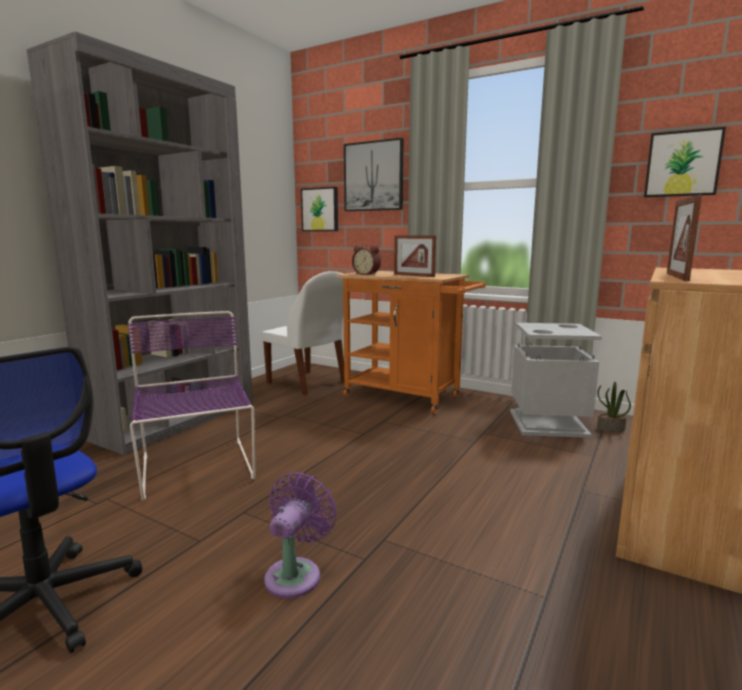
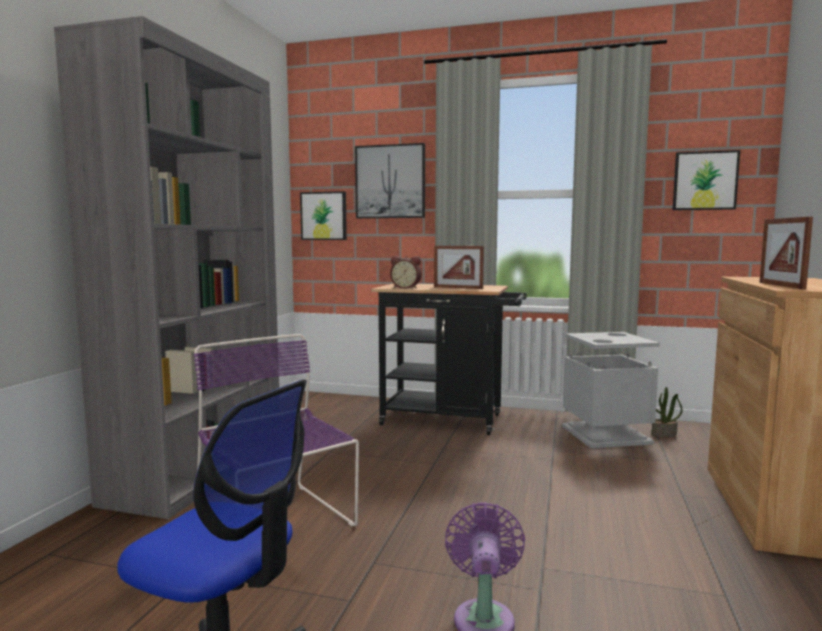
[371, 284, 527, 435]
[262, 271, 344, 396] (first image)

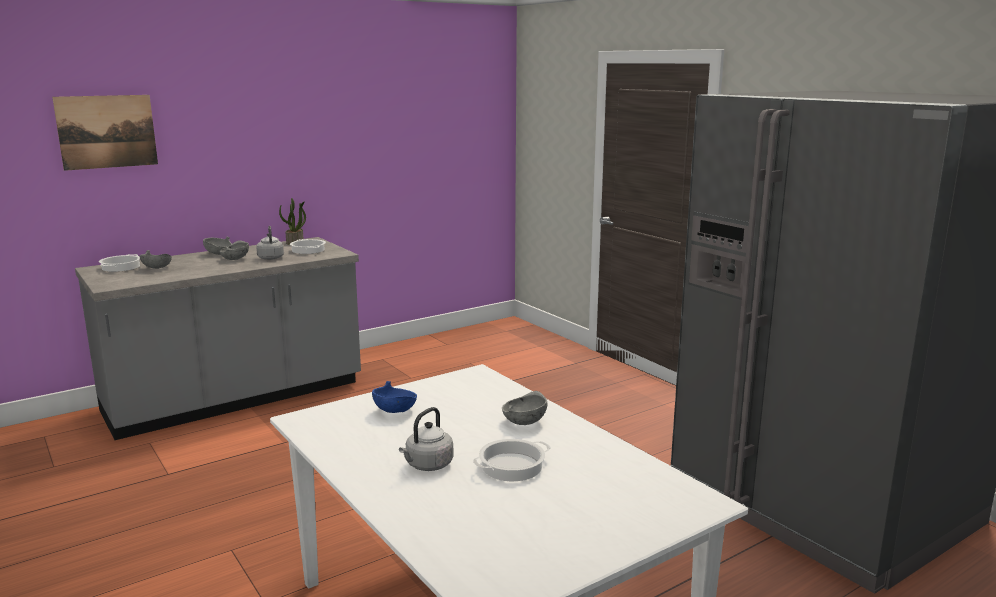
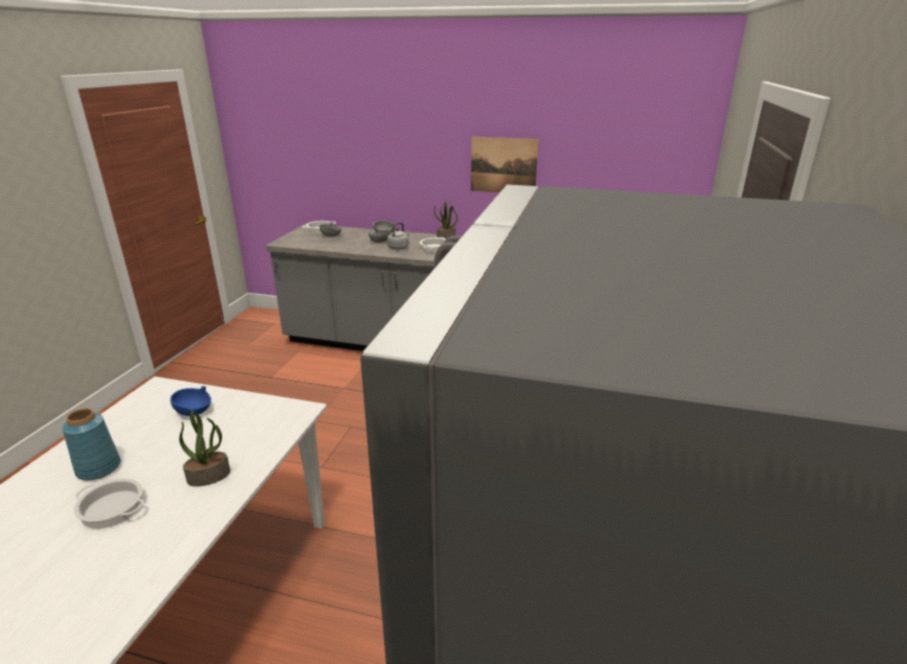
[62, 408, 121, 480]
[179, 410, 230, 486]
[471, 137, 539, 193]

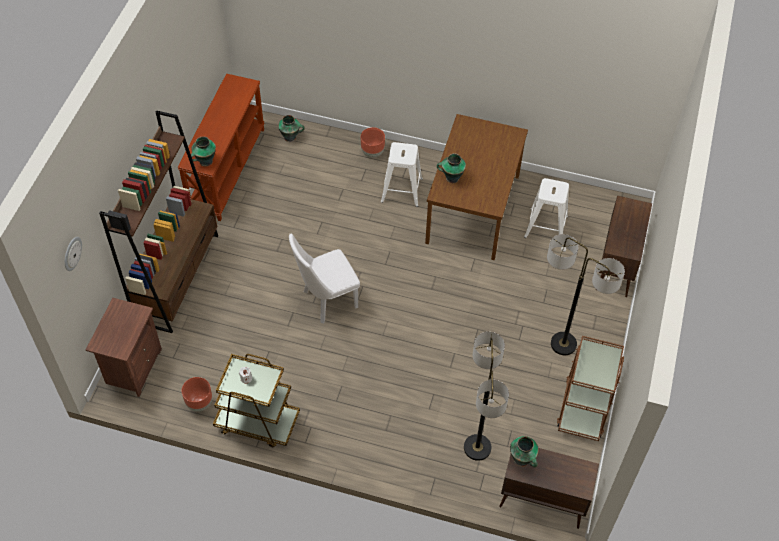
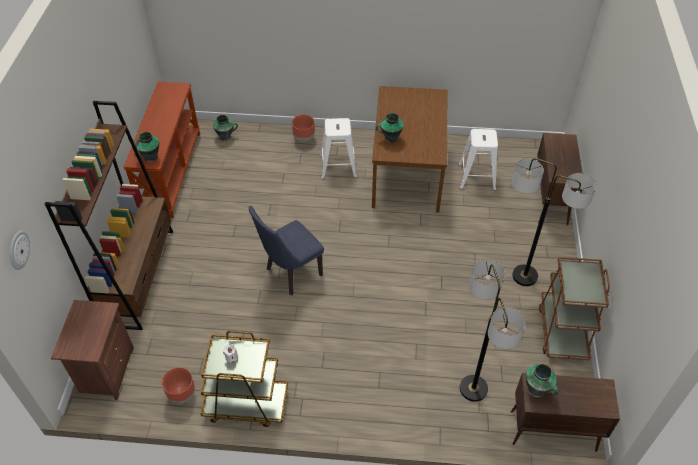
[249, 206, 324, 295]

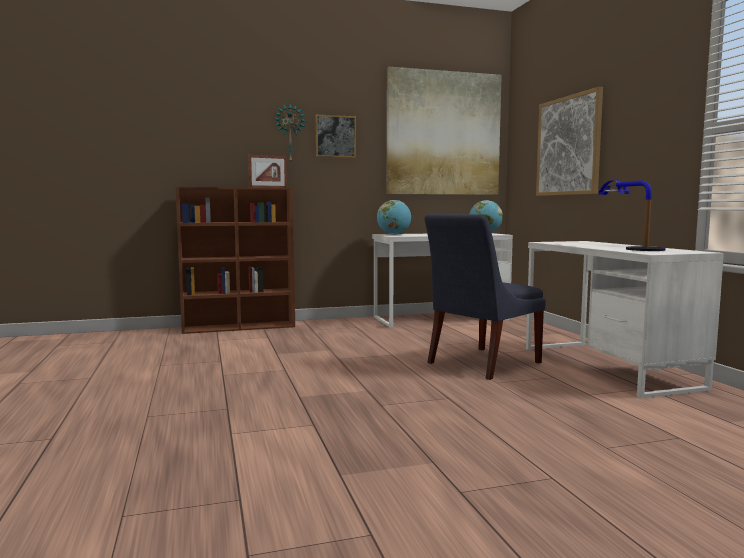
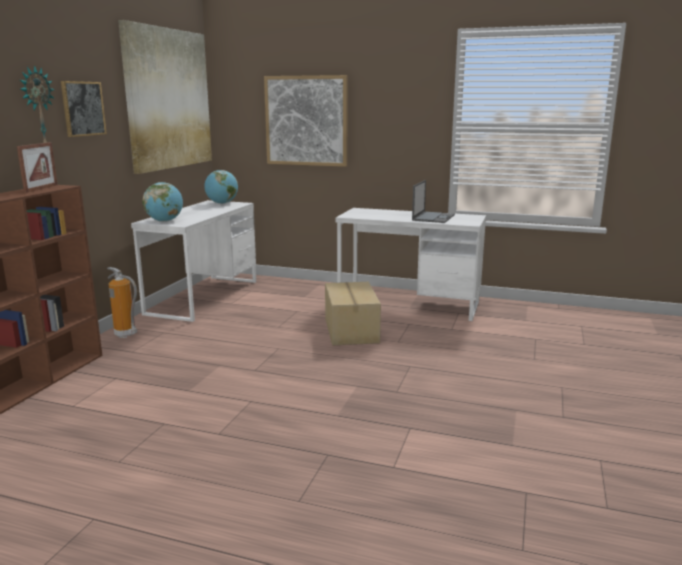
[107, 267, 137, 338]
[325, 282, 381, 345]
[412, 180, 455, 223]

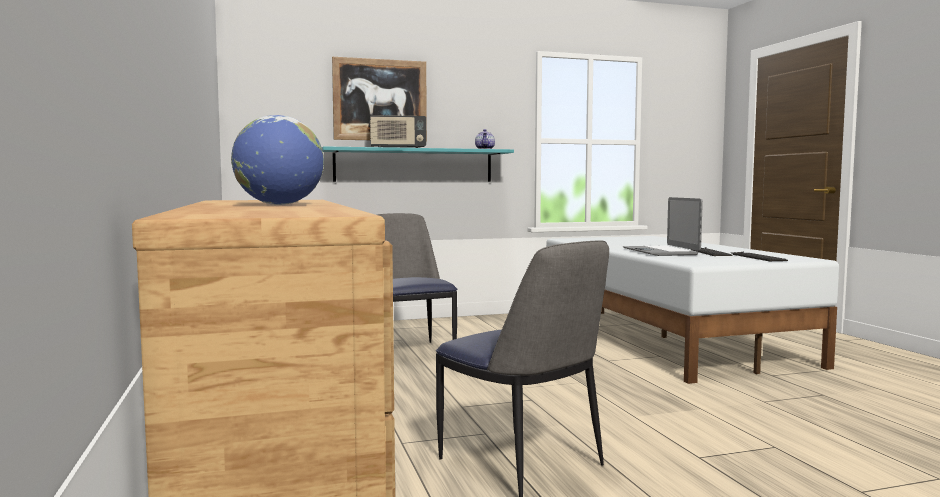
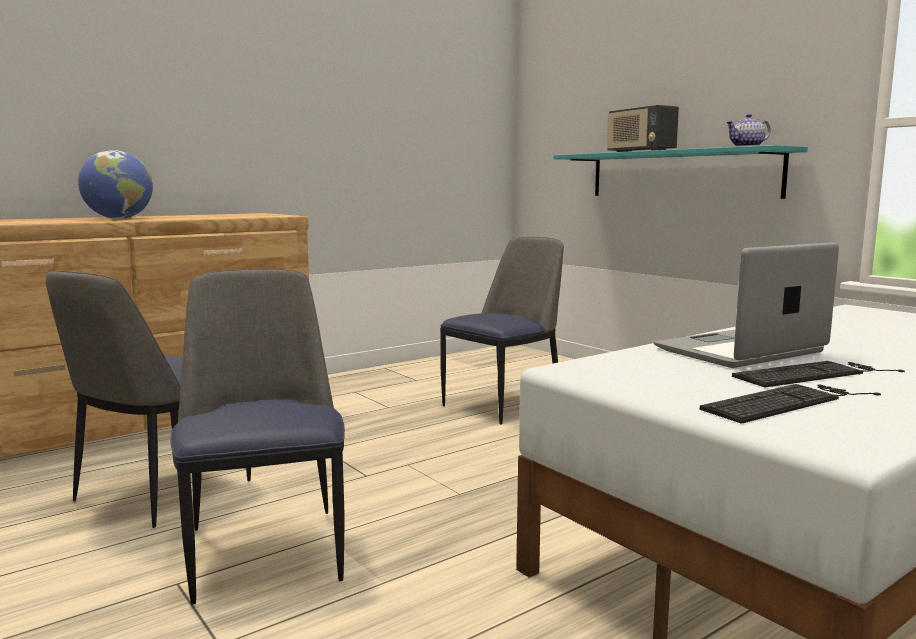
[170, 269, 345, 604]
[332, 57, 427, 141] (first image)

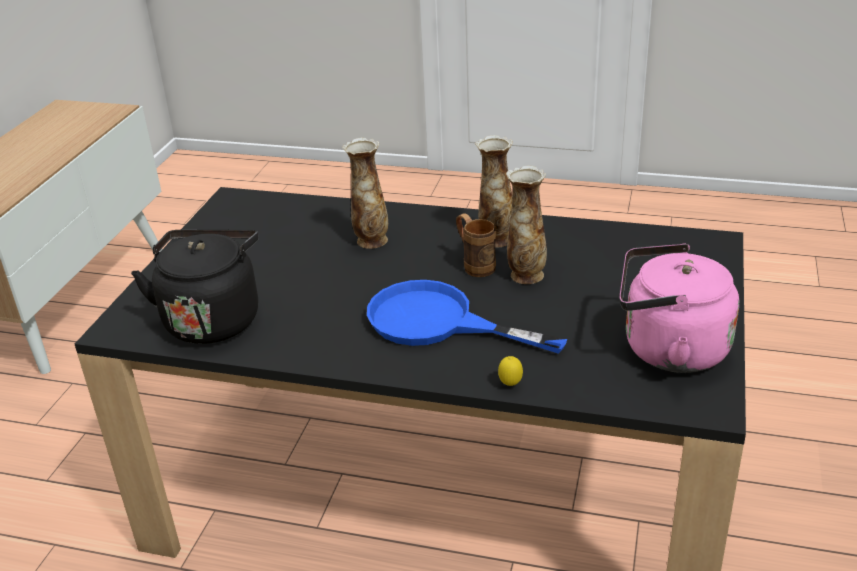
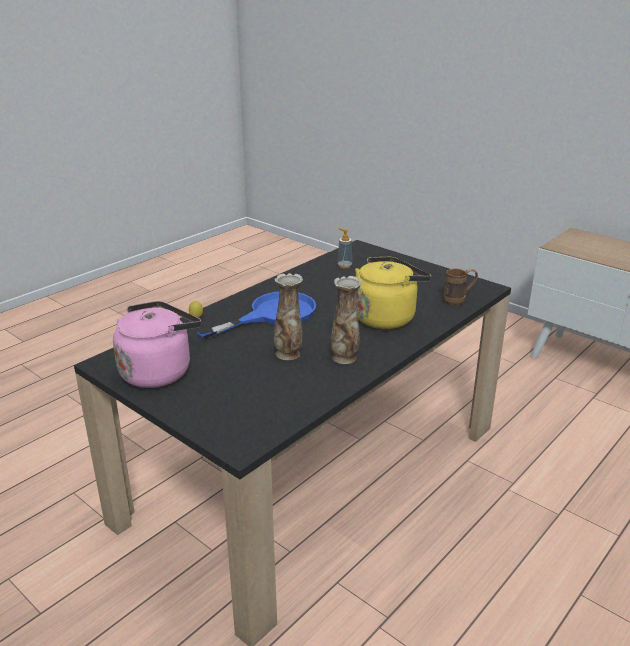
[337, 228, 352, 268]
[355, 257, 431, 329]
[443, 268, 478, 306]

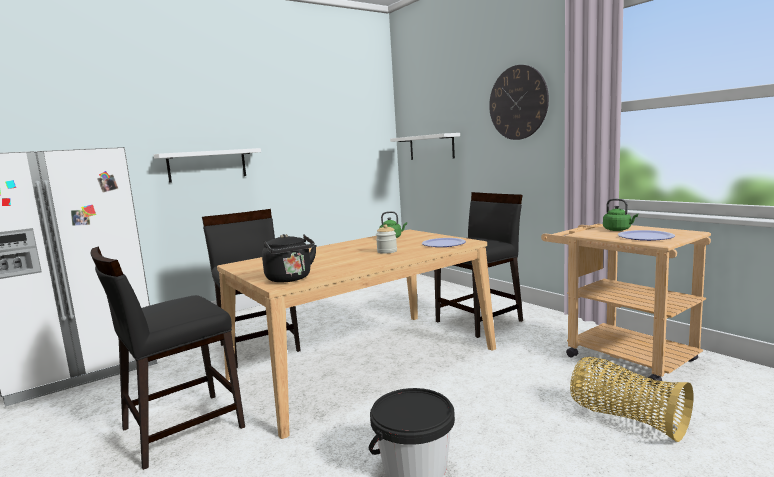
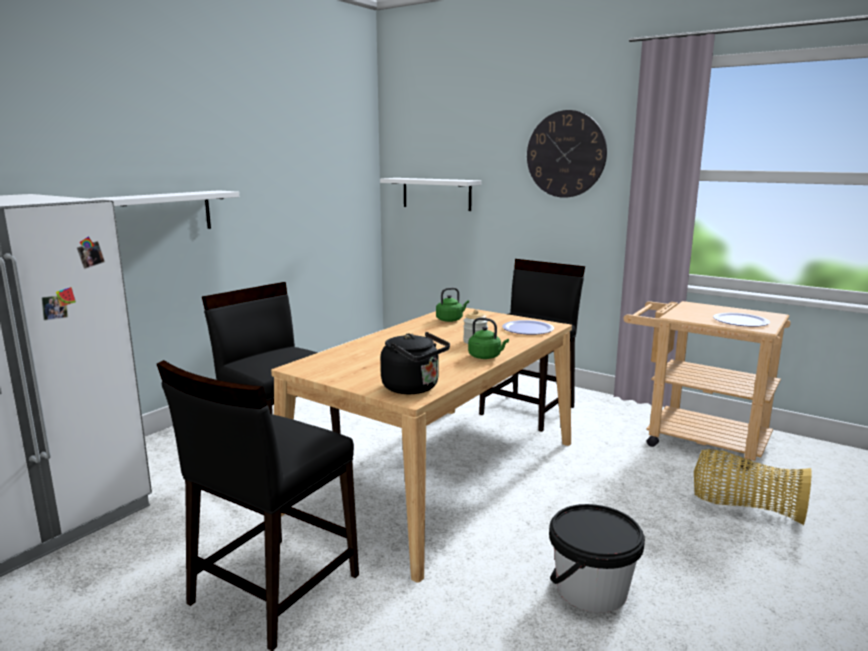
[468, 318, 509, 359]

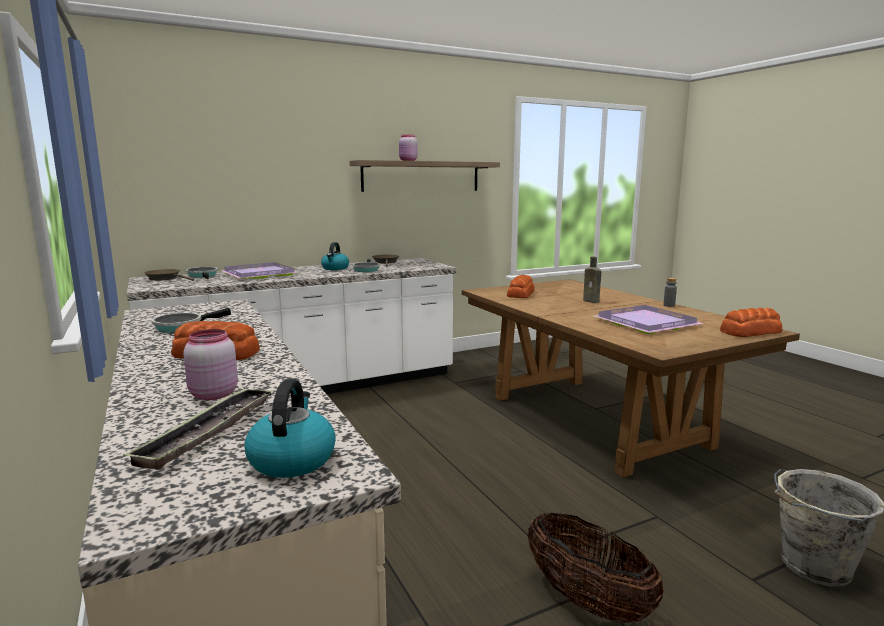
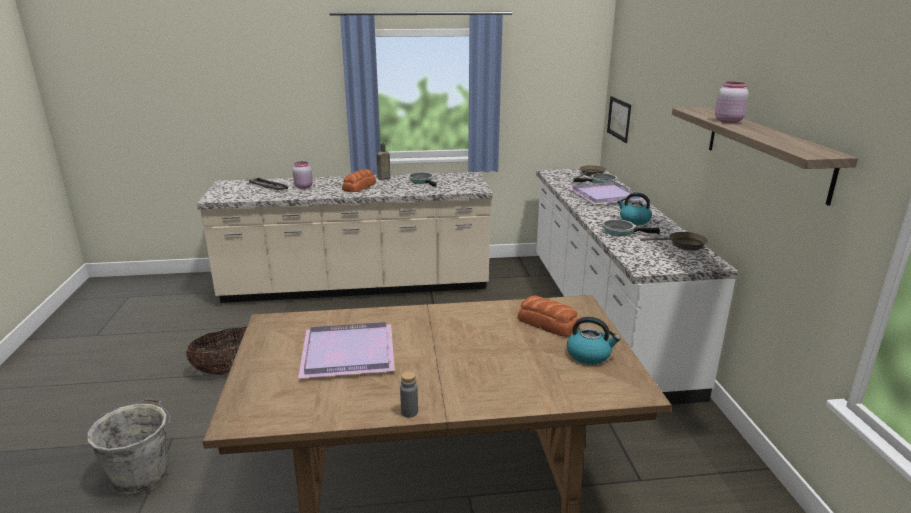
[377, 143, 390, 180]
[567, 317, 621, 365]
[607, 96, 631, 143]
[720, 308, 782, 337] (first image)

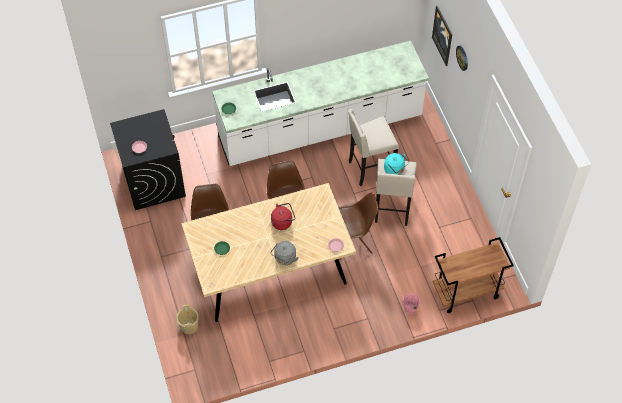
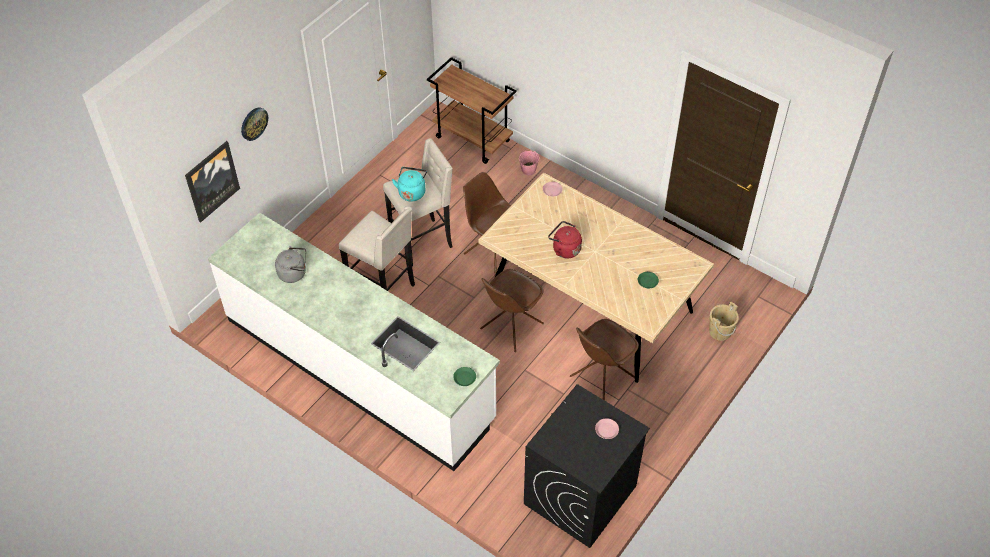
[275, 246, 306, 283]

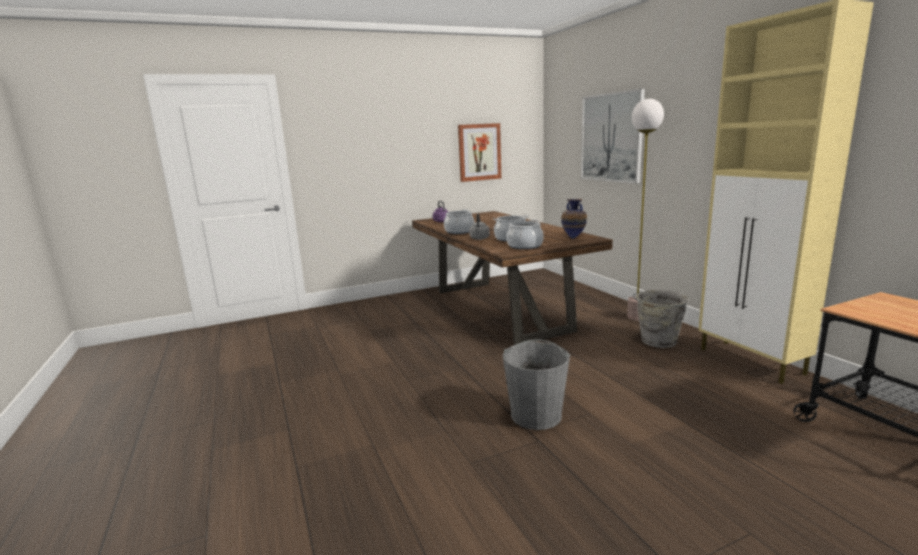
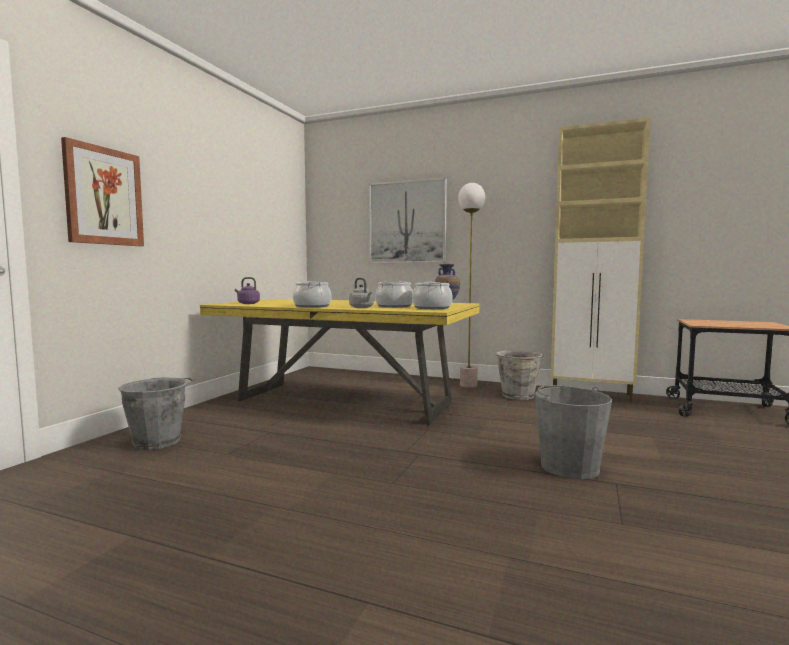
[61, 137, 144, 246]
[118, 377, 195, 450]
[200, 299, 480, 425]

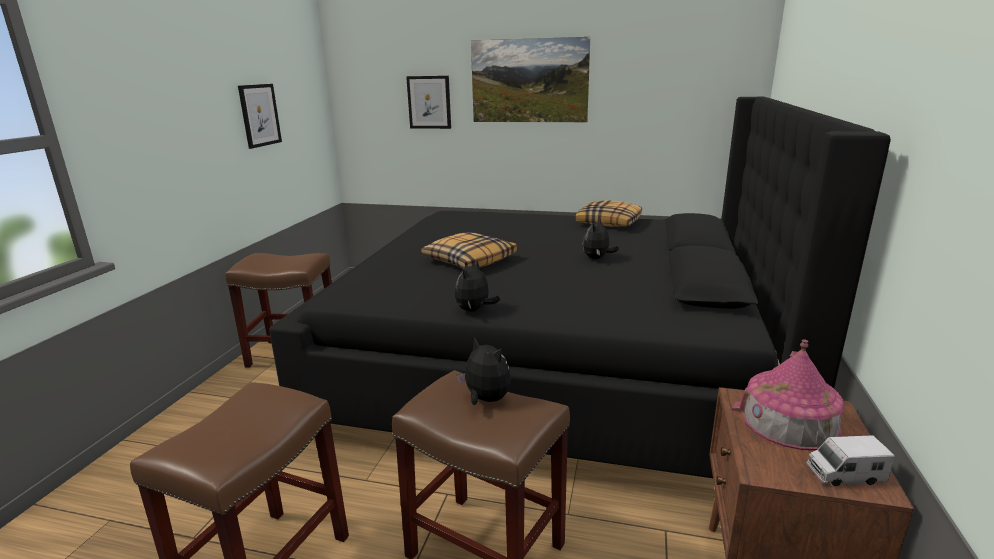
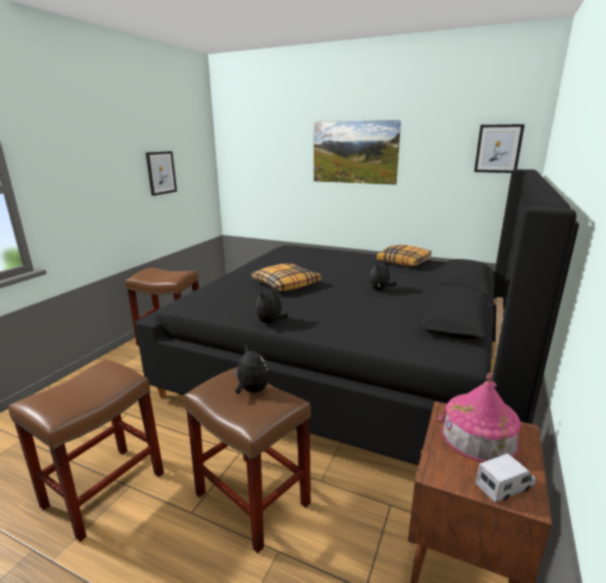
[474, 124, 525, 173]
[475, 453, 536, 503]

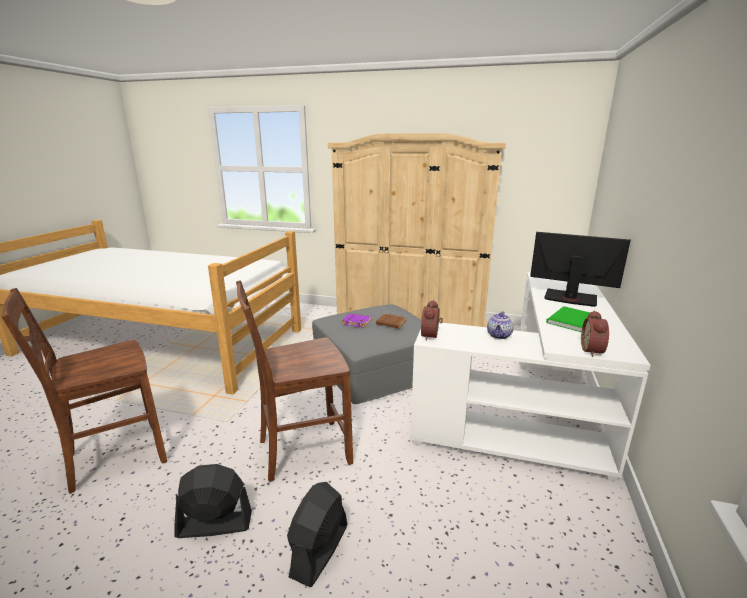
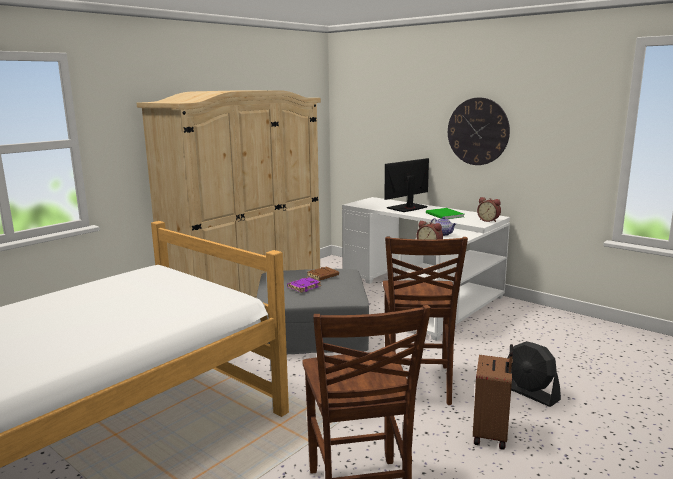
[448, 98, 510, 165]
[473, 344, 513, 450]

